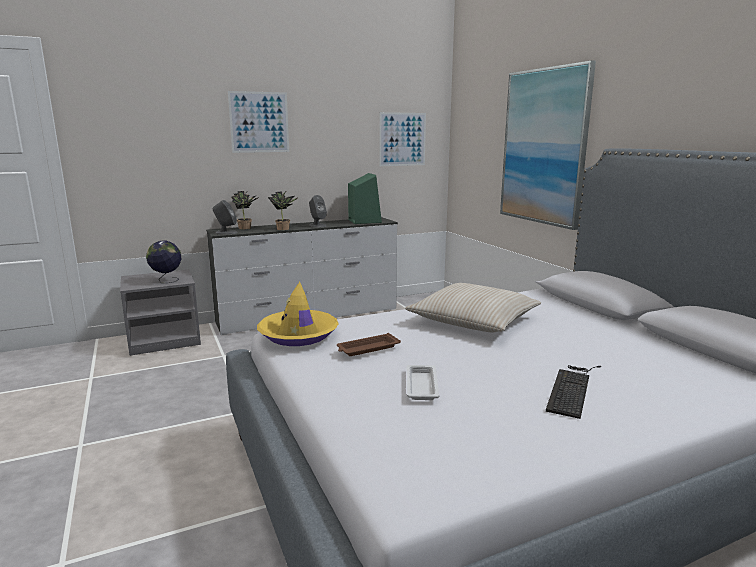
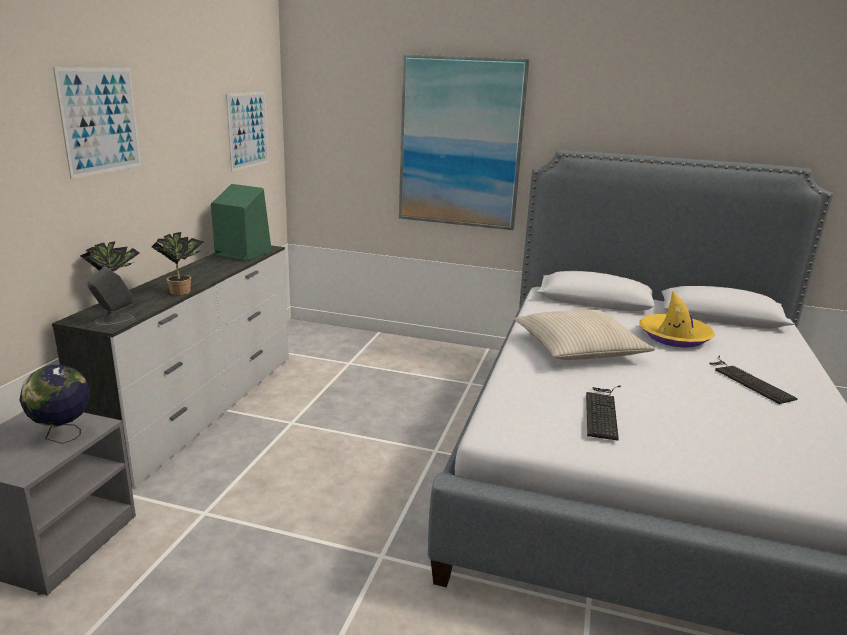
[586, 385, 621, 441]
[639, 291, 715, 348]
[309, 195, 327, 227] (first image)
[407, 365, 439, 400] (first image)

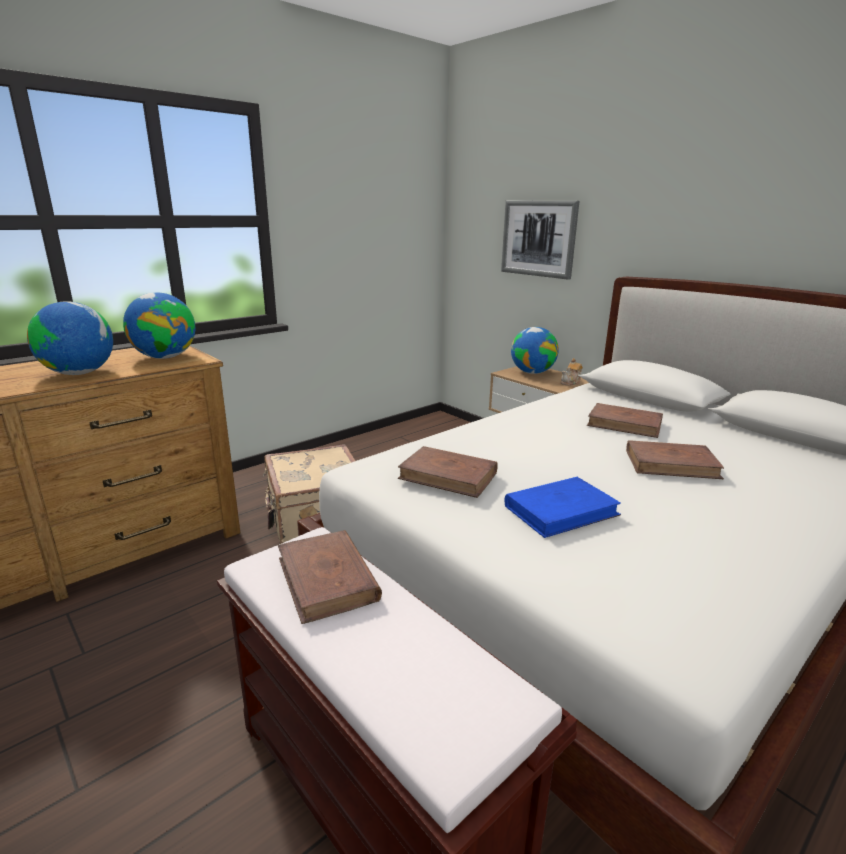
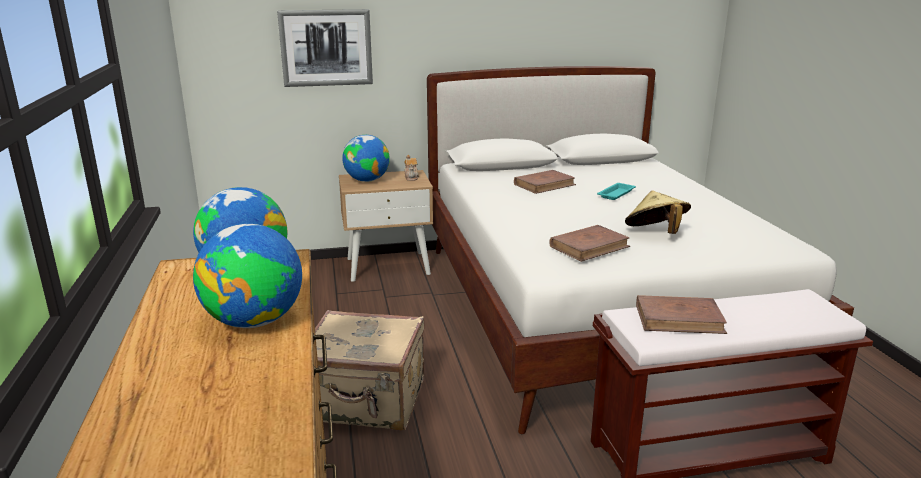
[597, 183, 636, 200]
[625, 191, 691, 234]

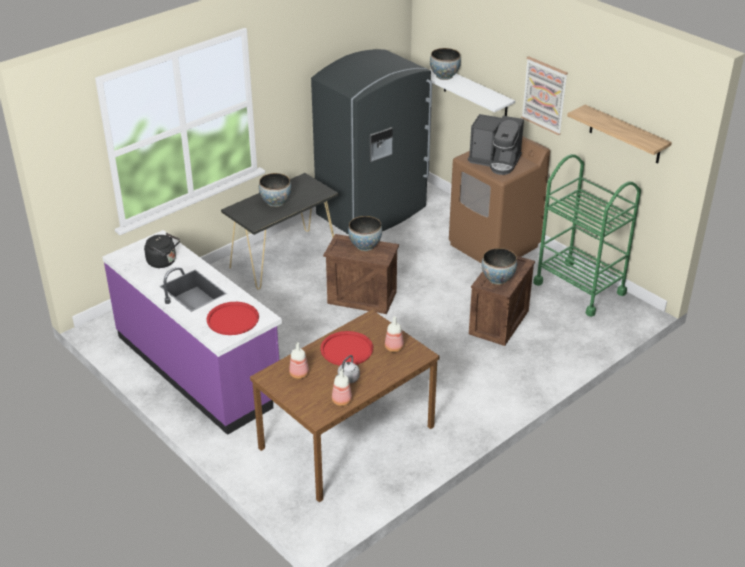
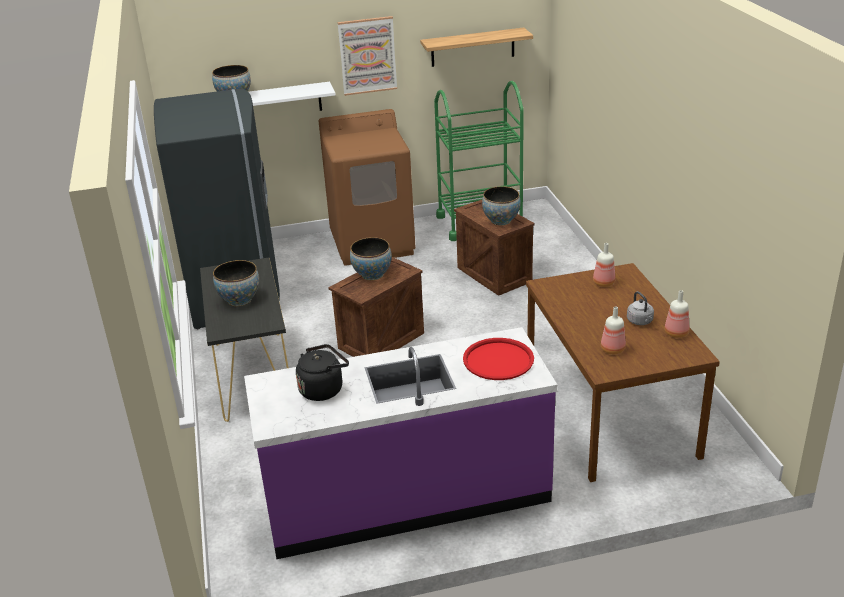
[320, 331, 373, 366] (first image)
[468, 114, 524, 175] (first image)

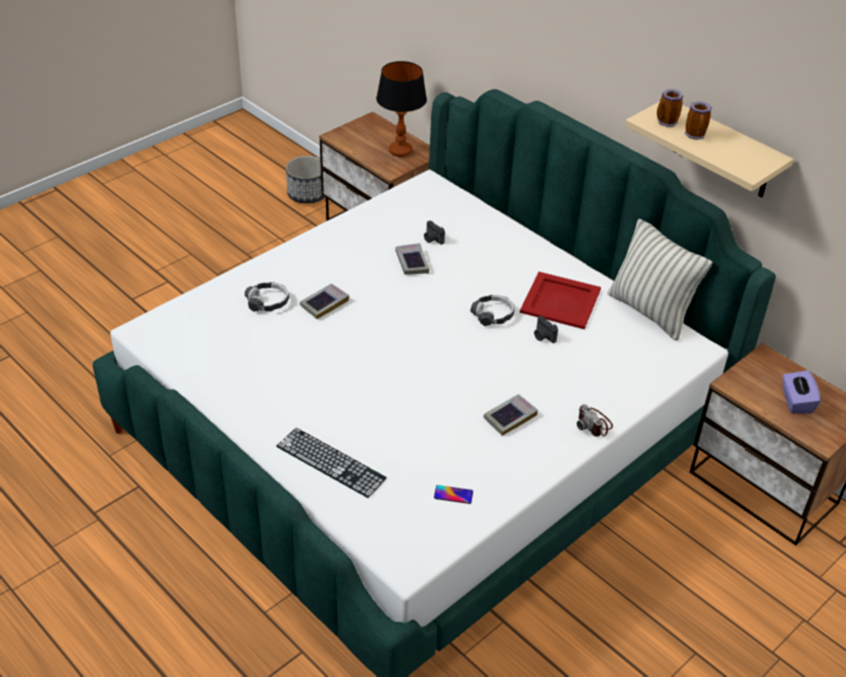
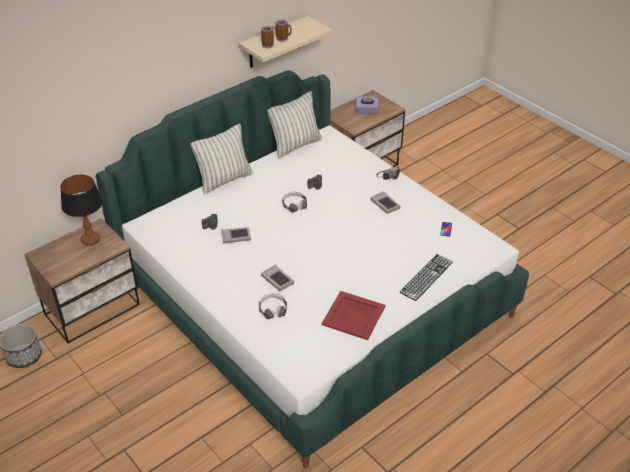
[190, 124, 253, 195]
[322, 291, 385, 340]

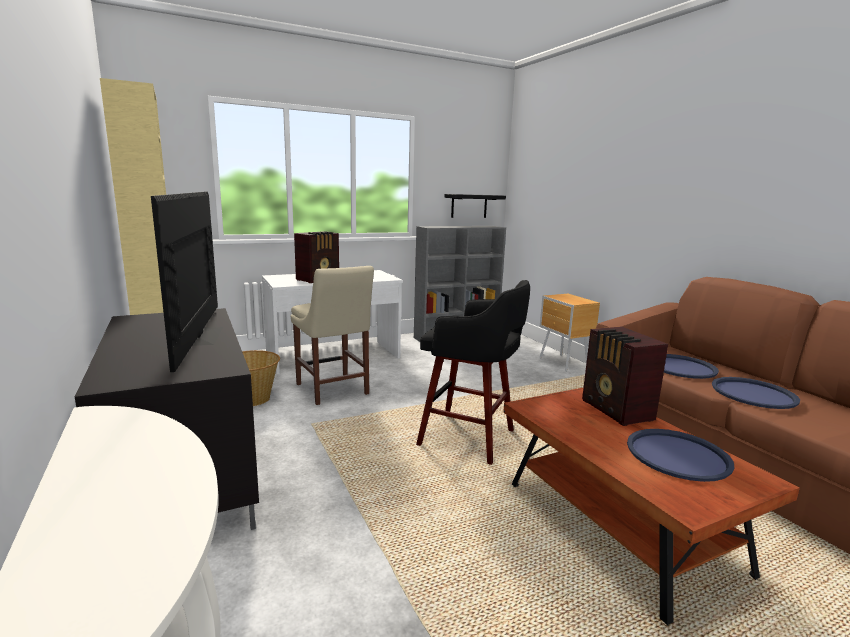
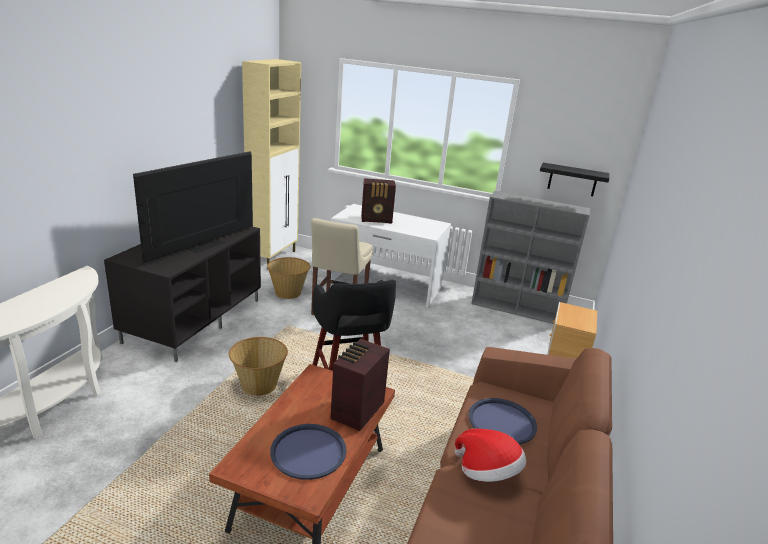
[229, 337, 288, 396]
[455, 429, 526, 482]

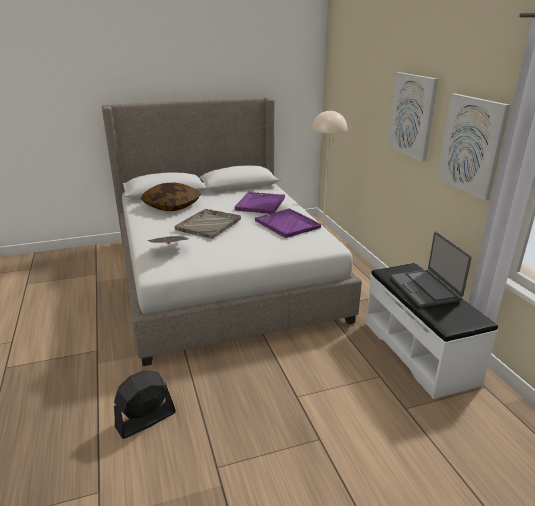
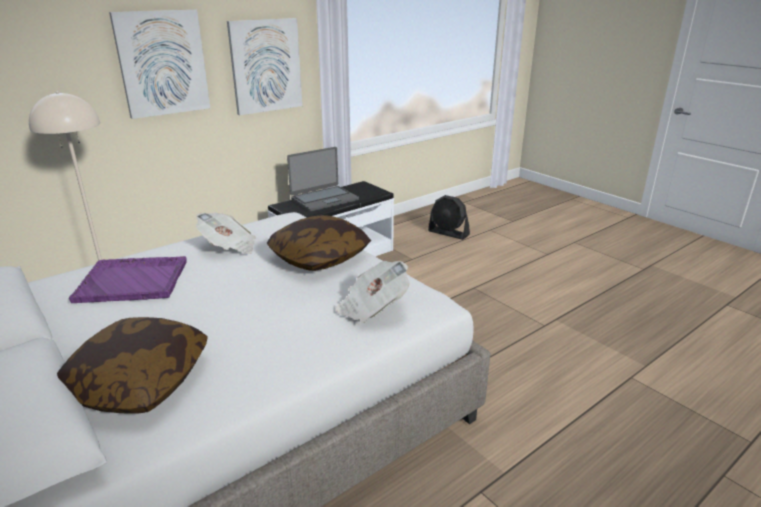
[196, 213, 256, 254]
[267, 215, 371, 271]
[428, 195, 470, 240]
[175, 209, 241, 239] (first image)

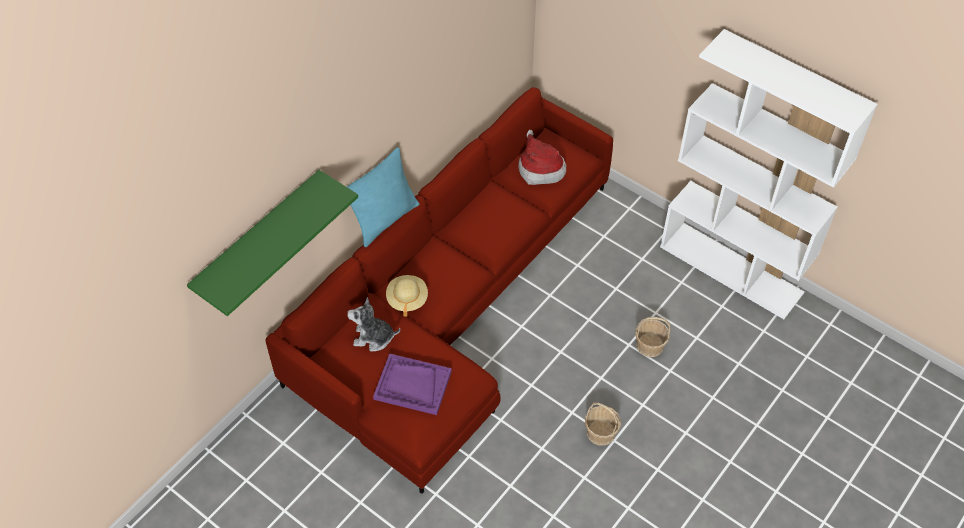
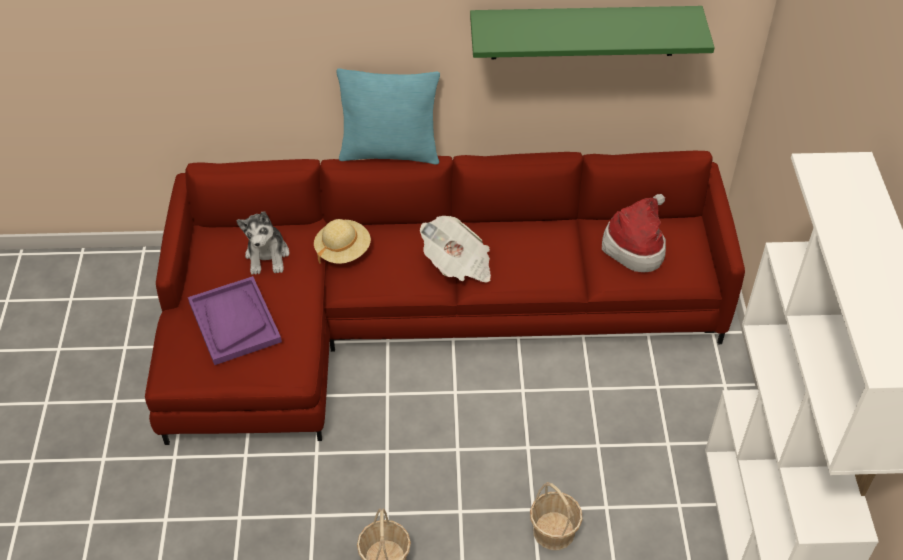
[236, 212, 289, 275]
[420, 216, 491, 283]
[470, 6, 715, 59]

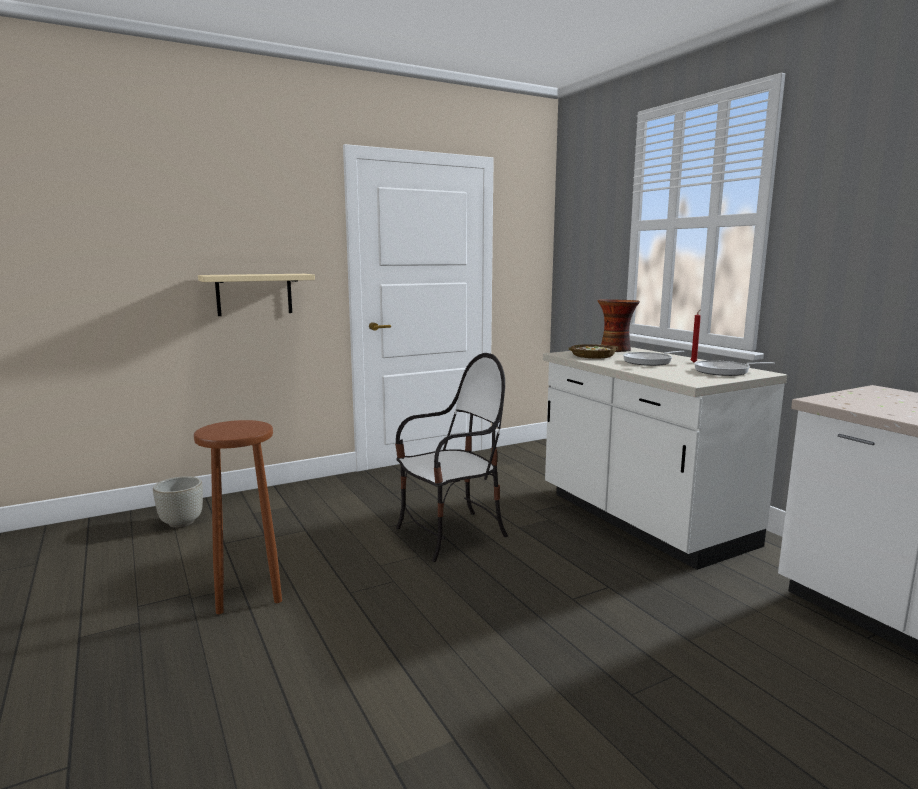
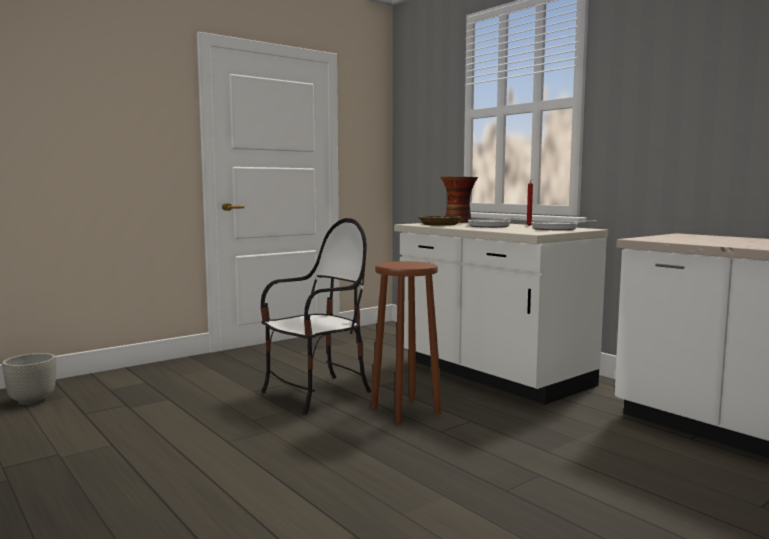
[371, 261, 441, 423]
[198, 274, 315, 316] (first image)

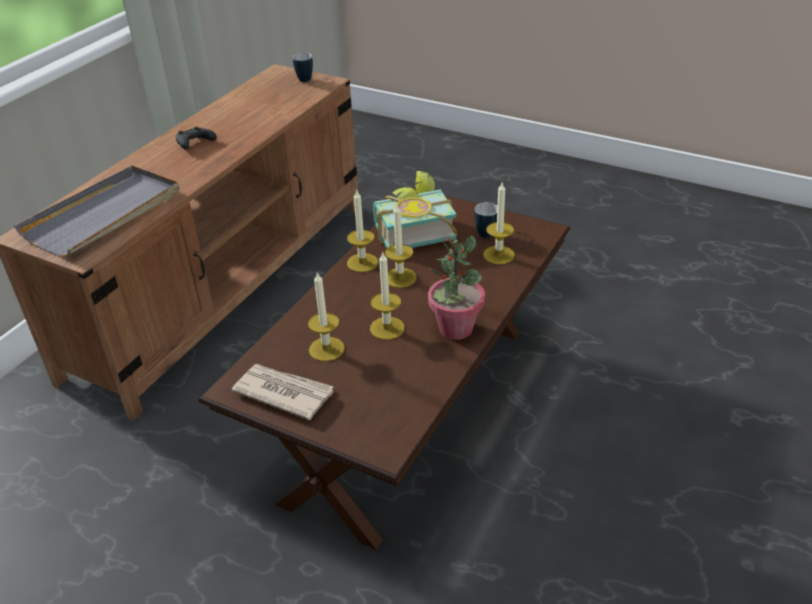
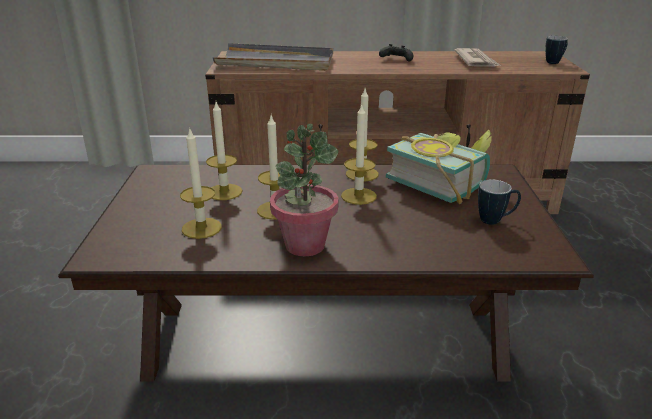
[180, 127, 222, 239]
[454, 48, 500, 67]

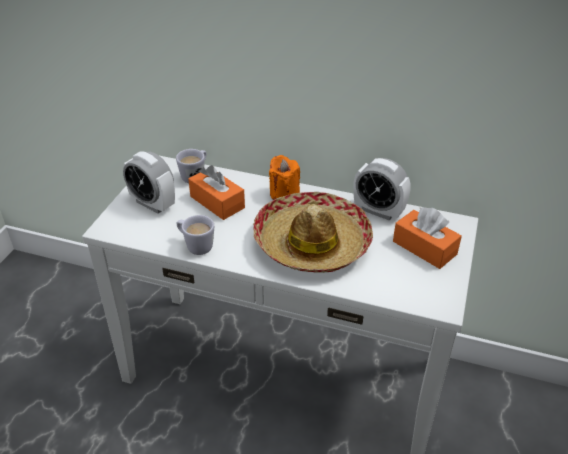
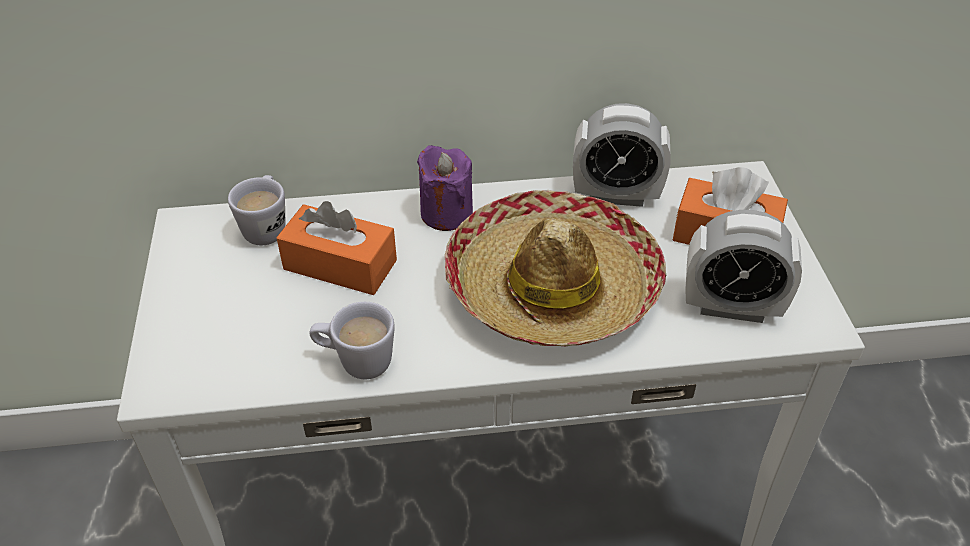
[417, 145, 473, 231]
[685, 210, 802, 323]

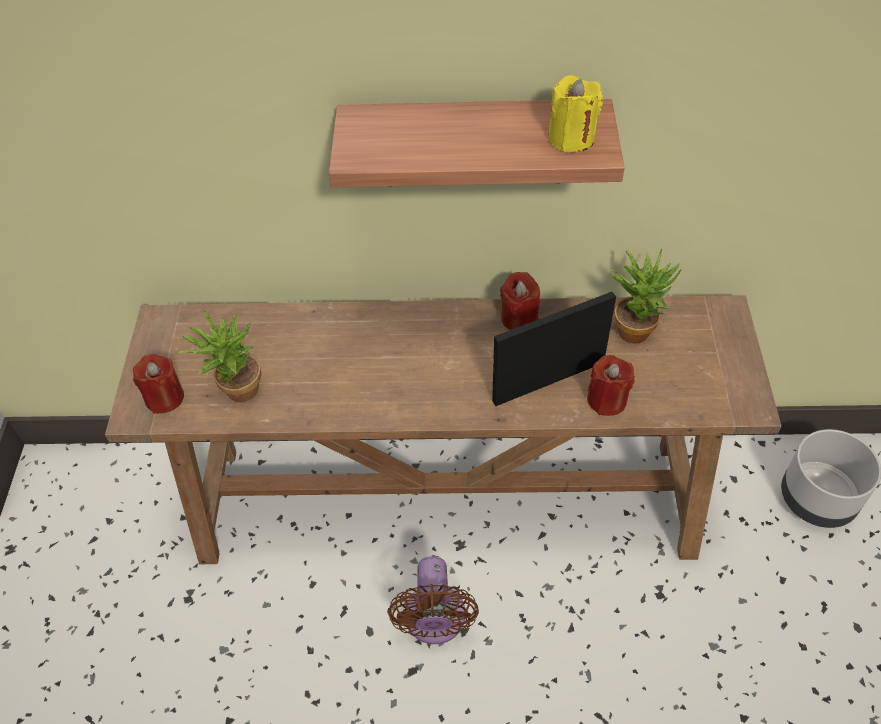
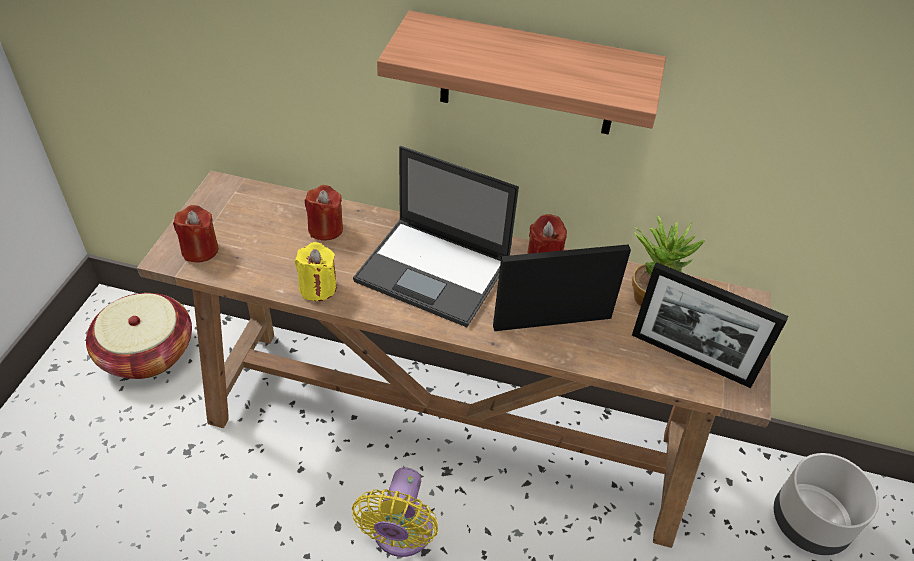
[86, 293, 192, 379]
[295, 242, 337, 301]
[304, 185, 343, 241]
[352, 467, 438, 557]
[353, 146, 519, 327]
[632, 262, 788, 388]
[177, 310, 261, 402] (first image)

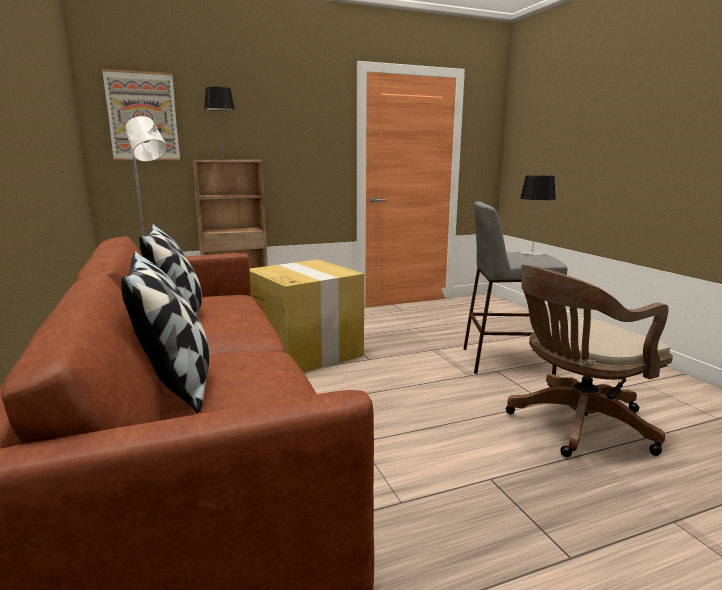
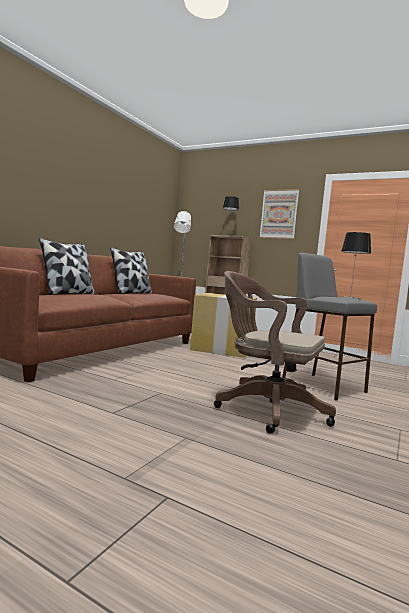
[259, 189, 299, 239]

